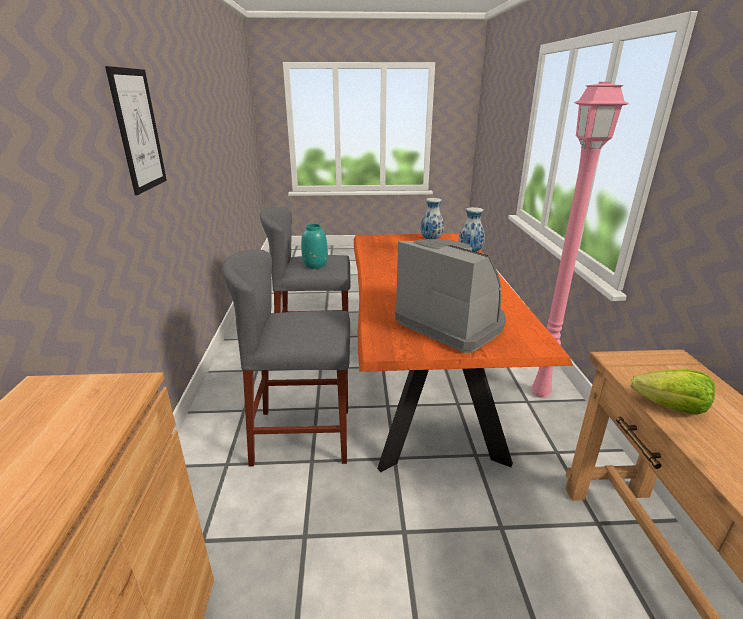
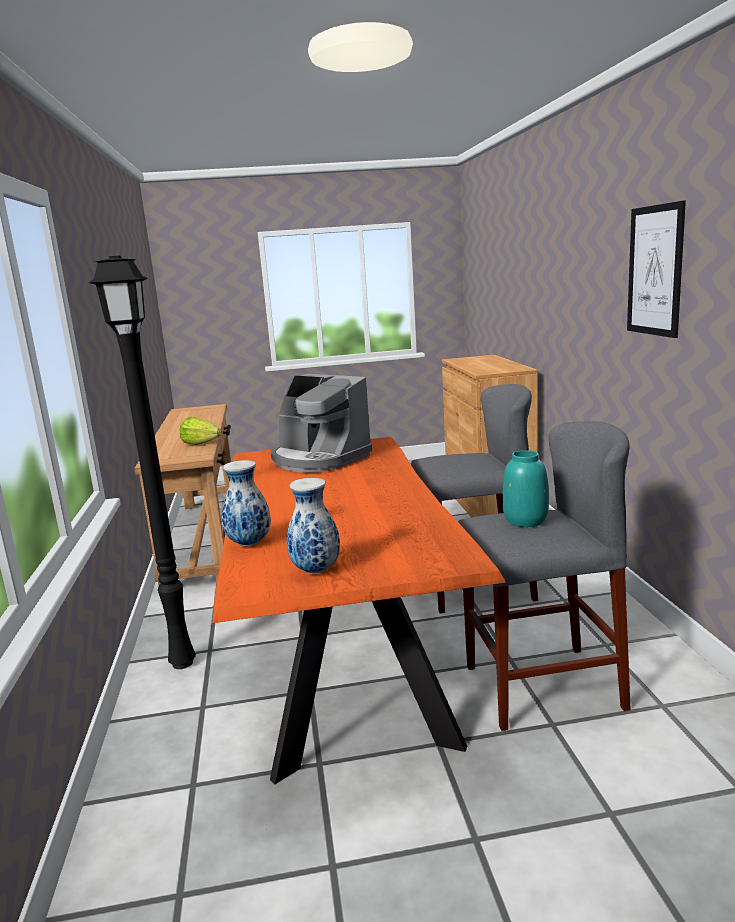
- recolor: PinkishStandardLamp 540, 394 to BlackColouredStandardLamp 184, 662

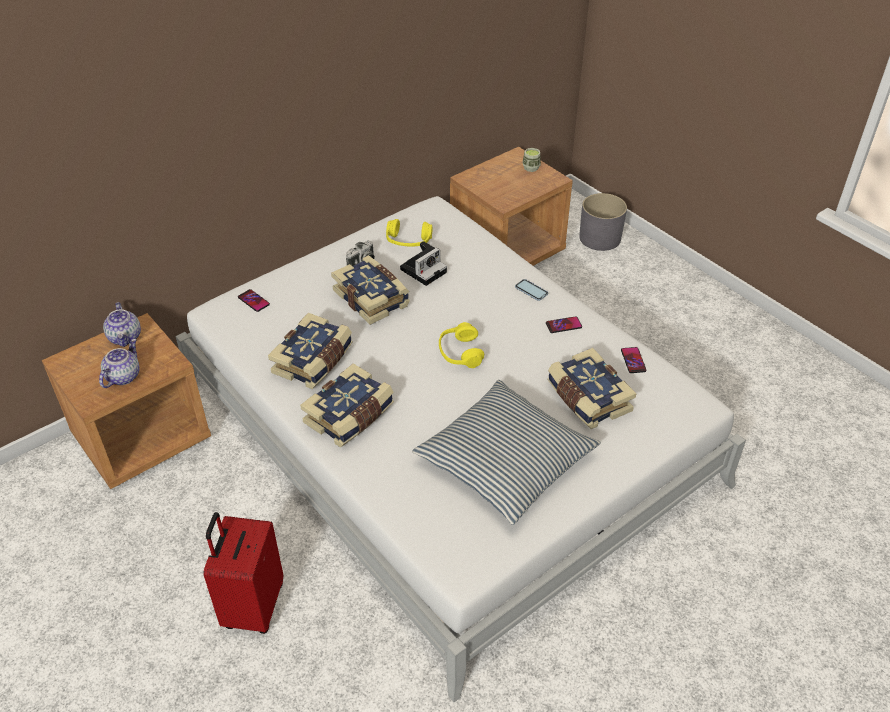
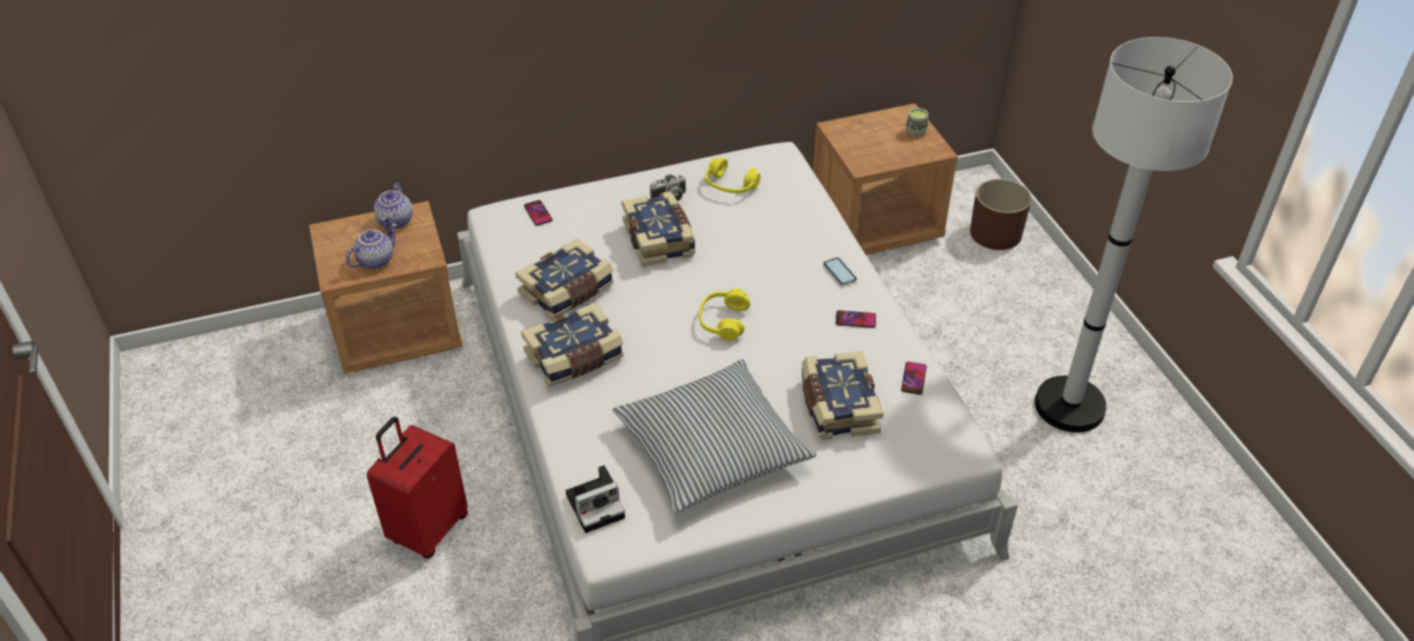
- recolor: GrayPlanter 600, 238 to BrownPlanter 996, 233
- move: PhotoCamera 424, 269 to 597, 504
- insert: WhiteStandardLamp 1069, 406

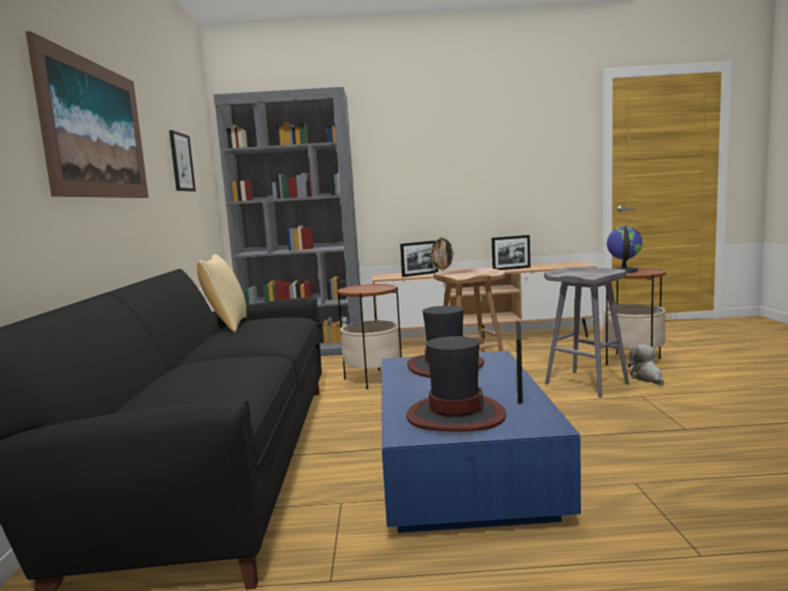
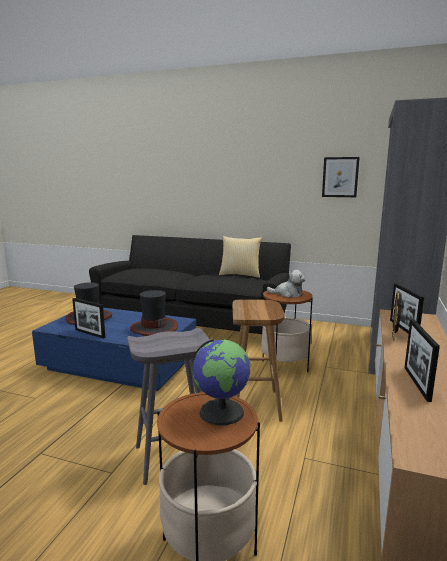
- delete: WallArt 96, 130
- move: PlushToy 647, 378 to 288, 294

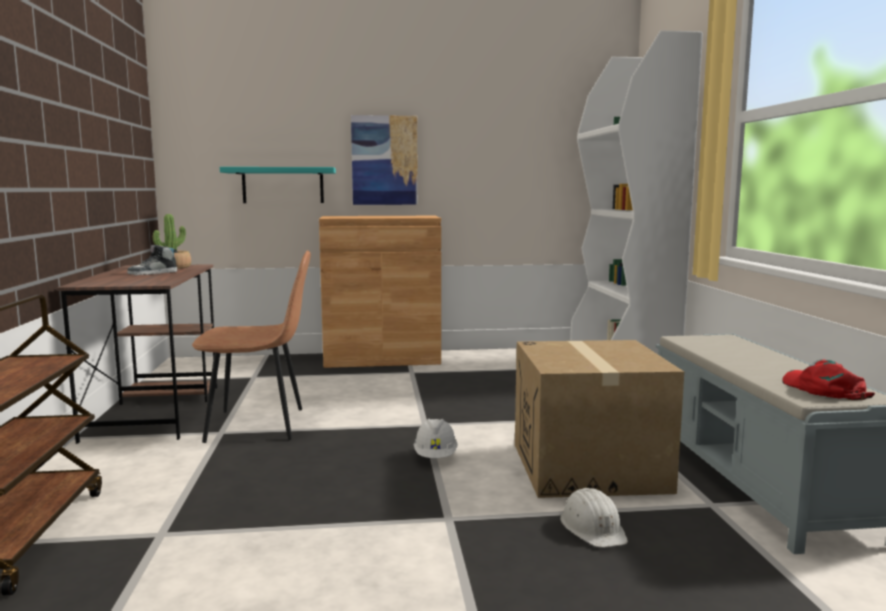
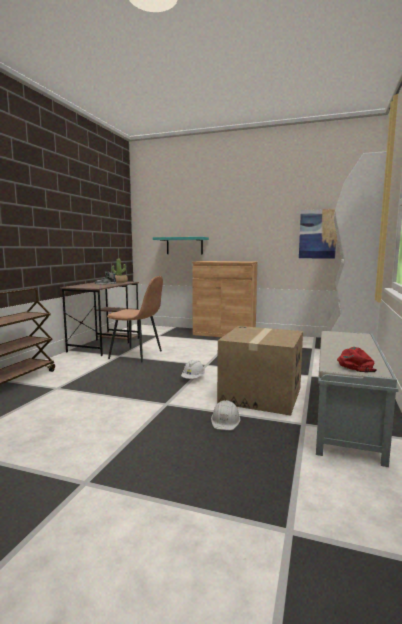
- move: WallArt 384, 160 to 318, 234

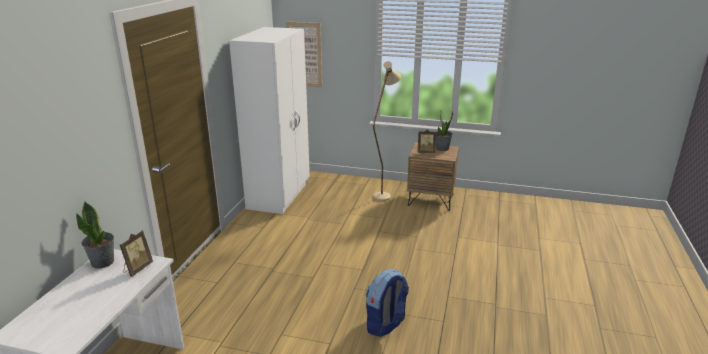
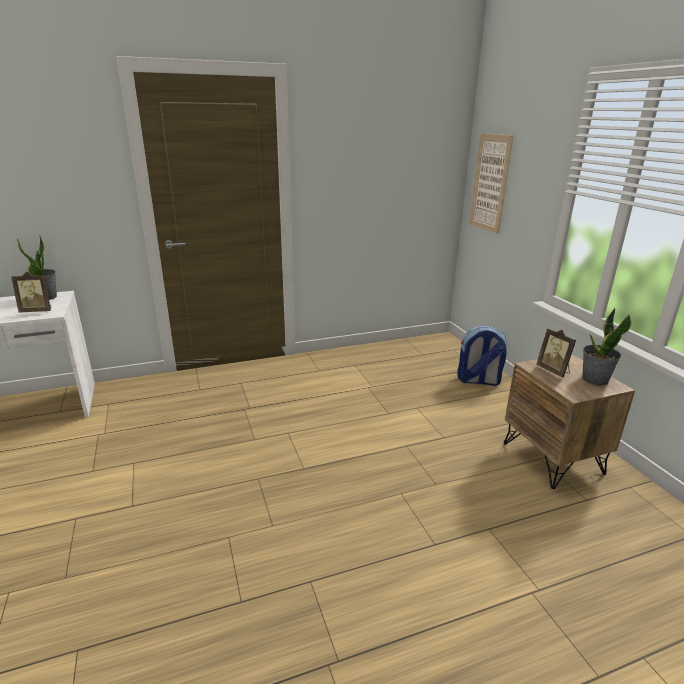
- delete: WhiteArmoire 280, 195
- delete: SandColouredStandardLamp 383, 194
- move: Backpack 386, 325 to 478, 380

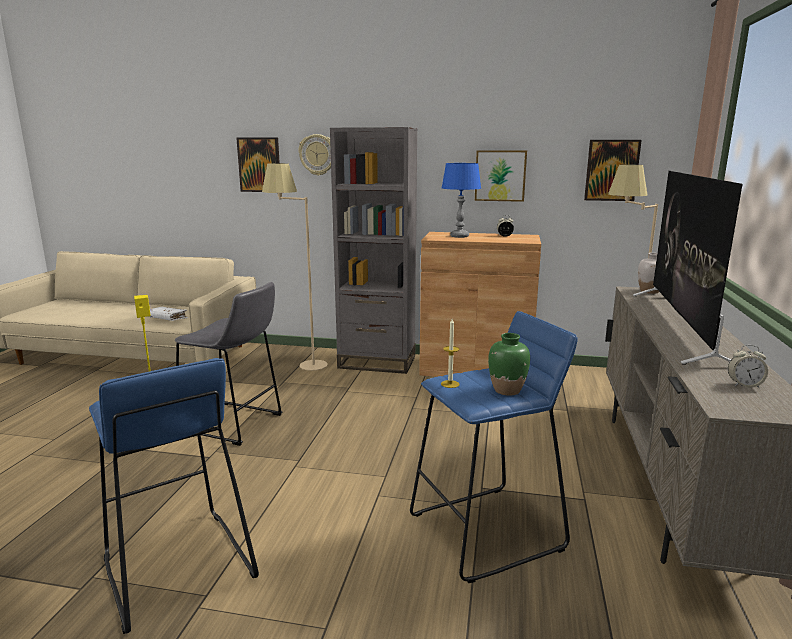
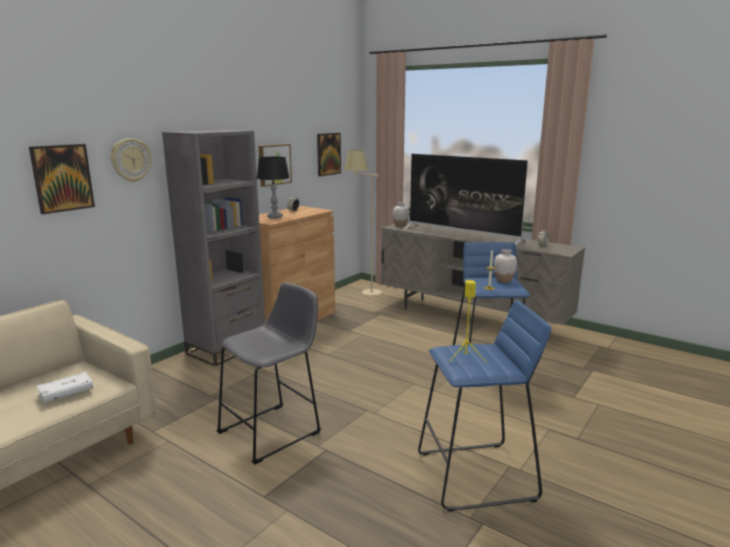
- delete: SandColouredStandardLamp 301, 367
- recolor: BlueLampForATable 459, 236 to BlackColouredLampForATable 275, 217
- recolor: GreenColouredVase 507, 390 to WhiteVase 504, 280

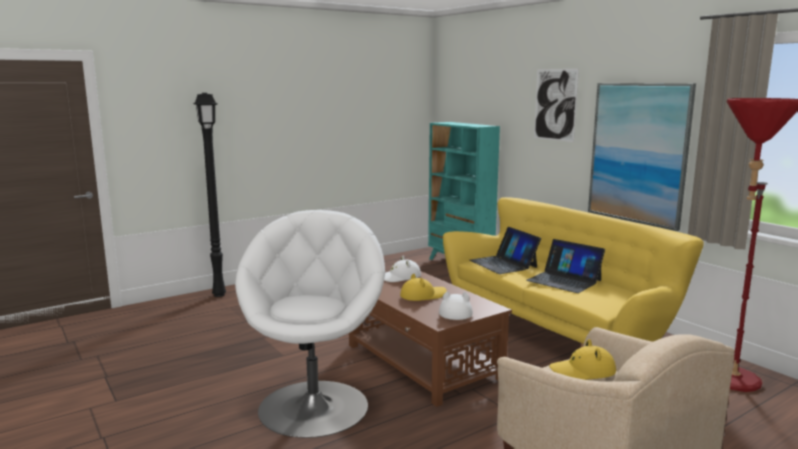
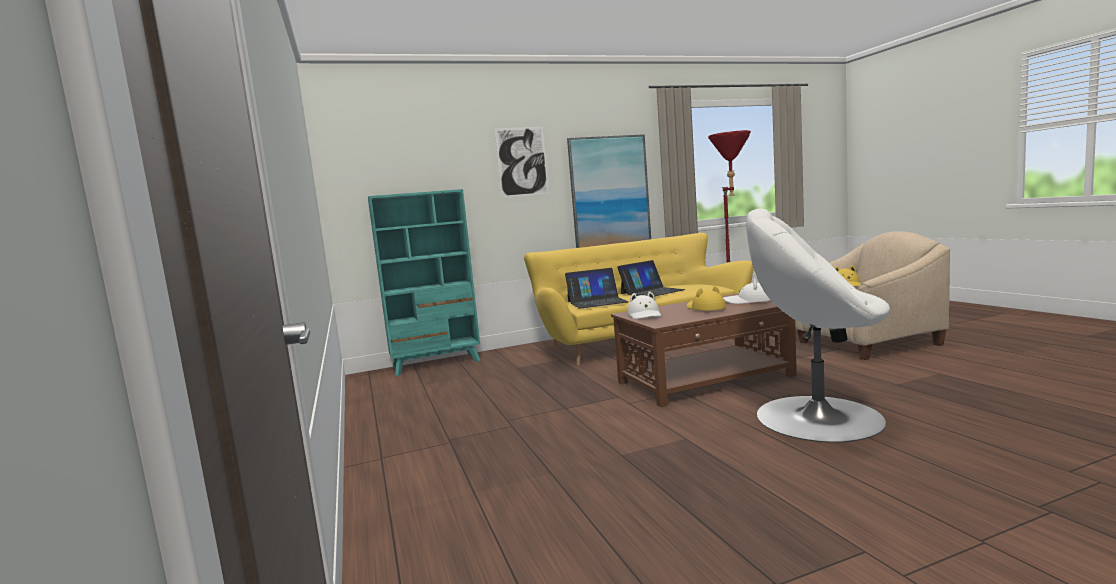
- delete: BlackColouredStandardLamp 220, 295

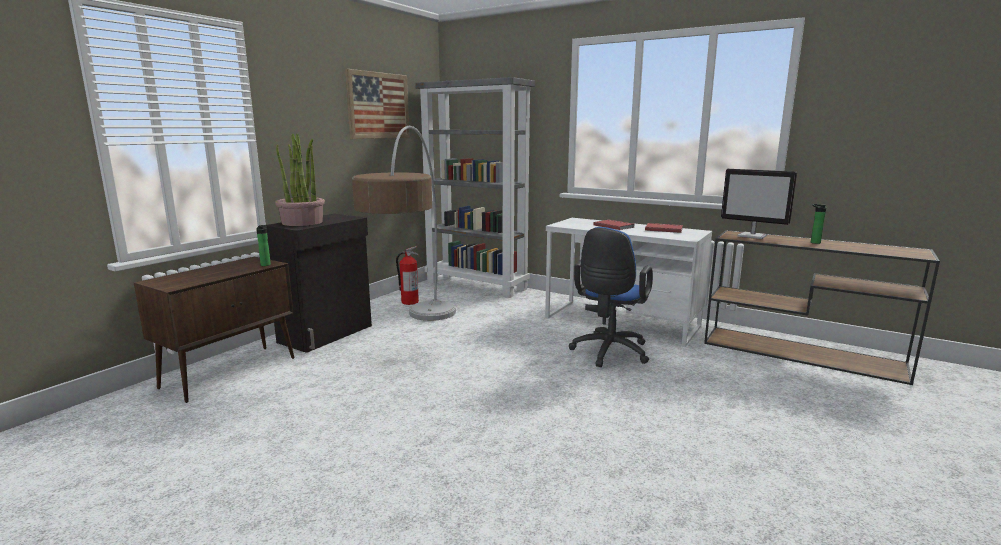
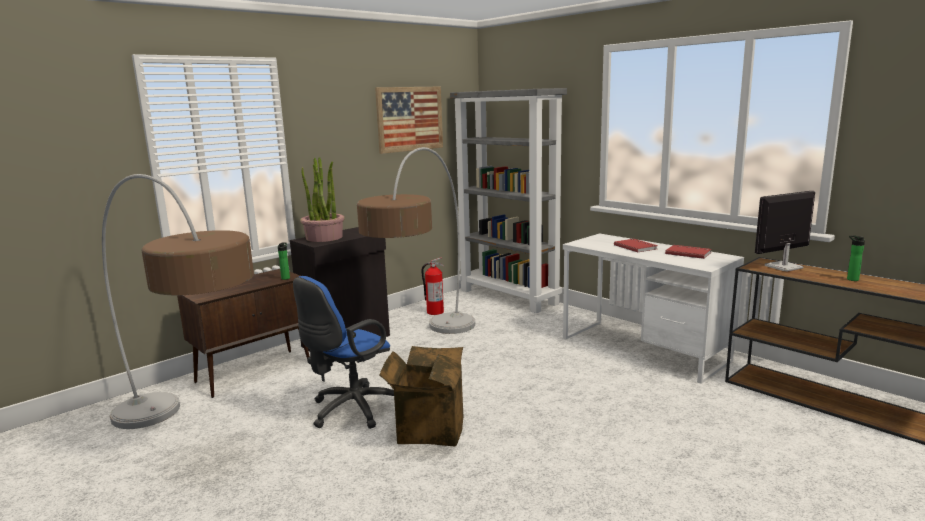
- rotate: ComputerDisplay 752, 236 = 783, 267 105 degrees clockwise
- move: BlueOfficeChair 608, 353 to 350, 410
- insert: StandardLamp 192, 439
- insert: PackingBox 428, 429

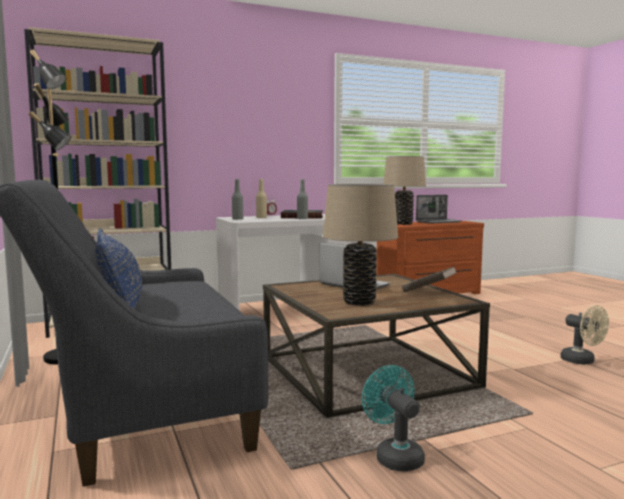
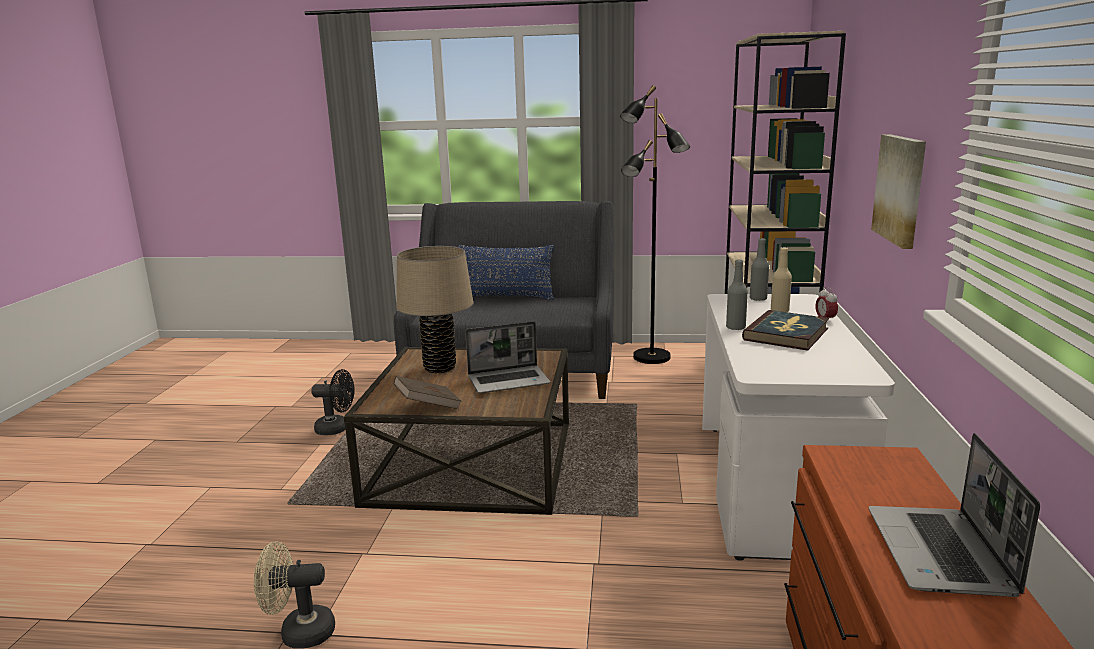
- delete: SandColouredLampForATable 403, 224
- recolor: TurquoiseFan 394, 456 to BlackColouredFan 337, 429
- insert: WallArt 901, 189

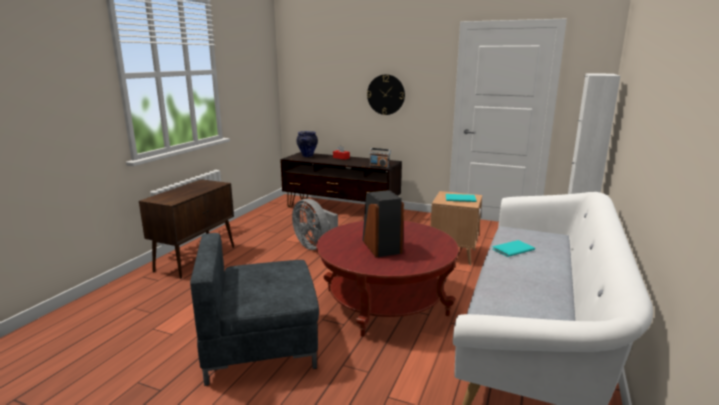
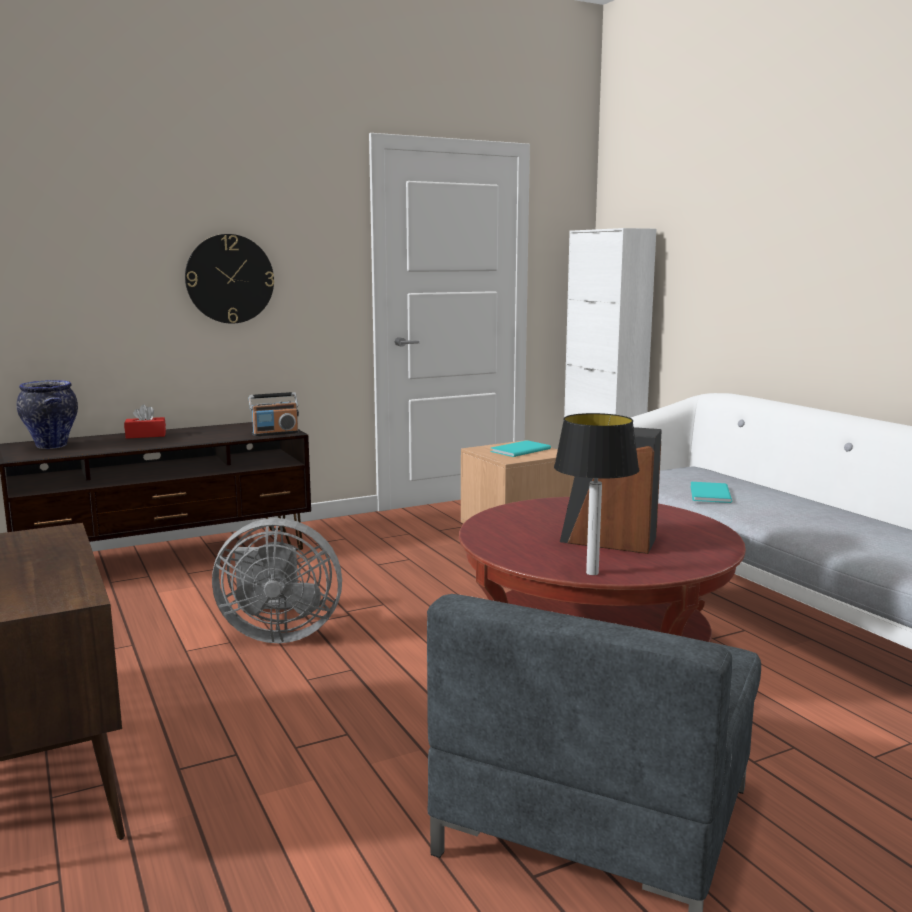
- insert: LampForATable 593, 573

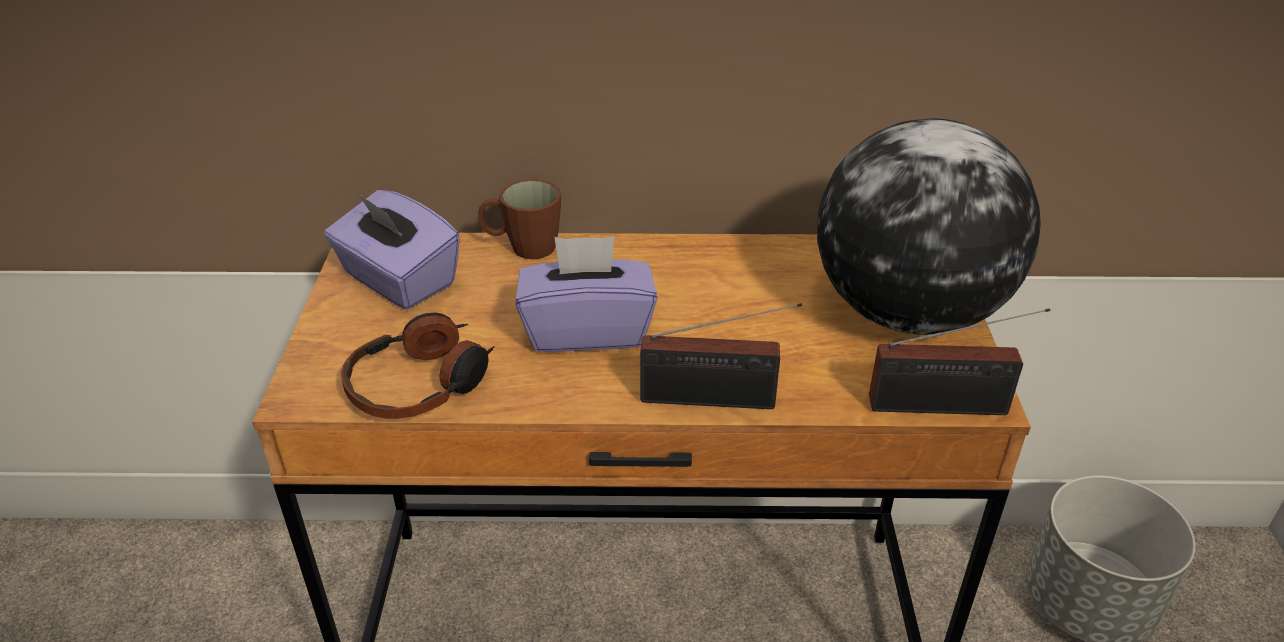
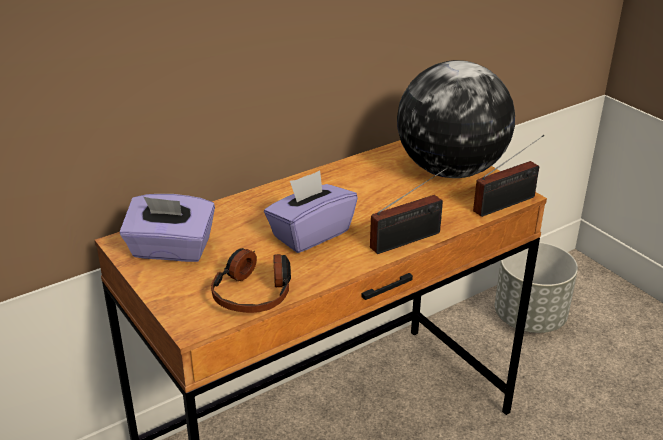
- delete: BrownCoffeeMug 523, 247

